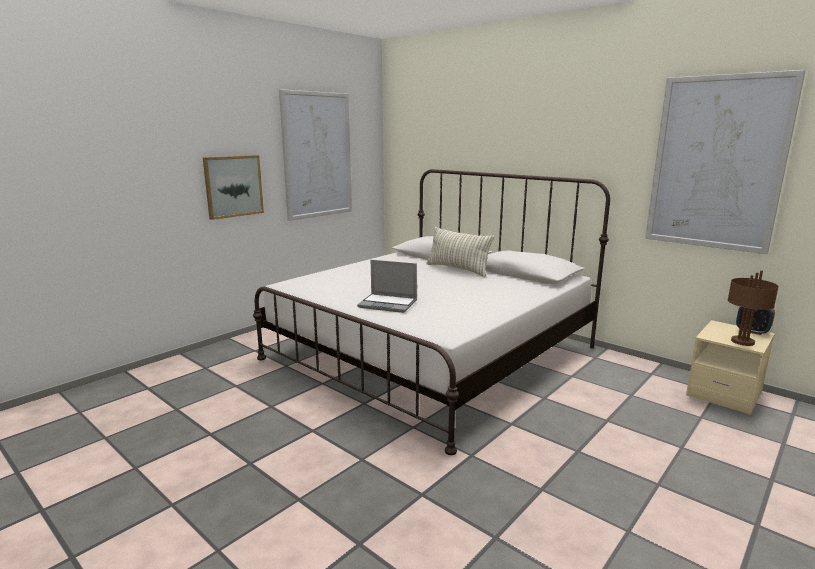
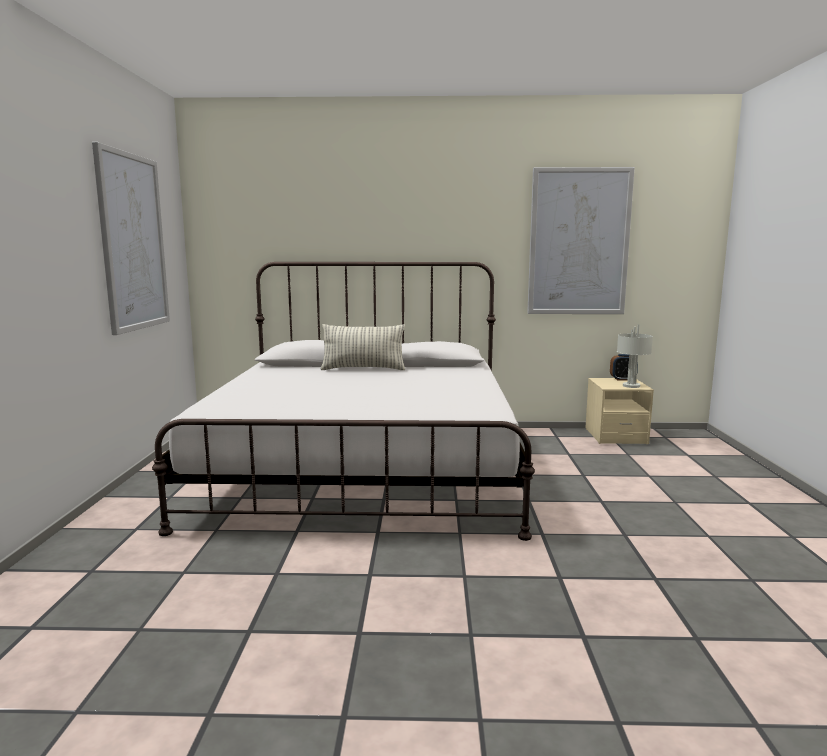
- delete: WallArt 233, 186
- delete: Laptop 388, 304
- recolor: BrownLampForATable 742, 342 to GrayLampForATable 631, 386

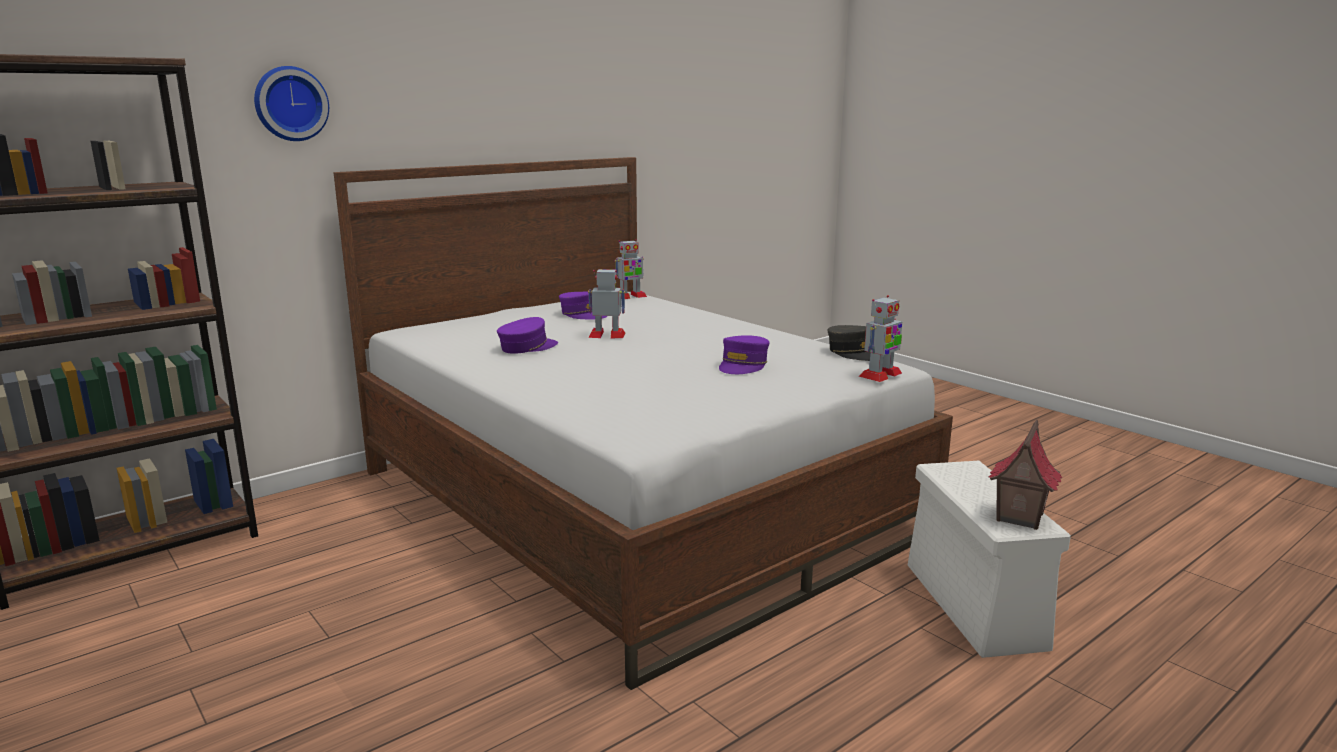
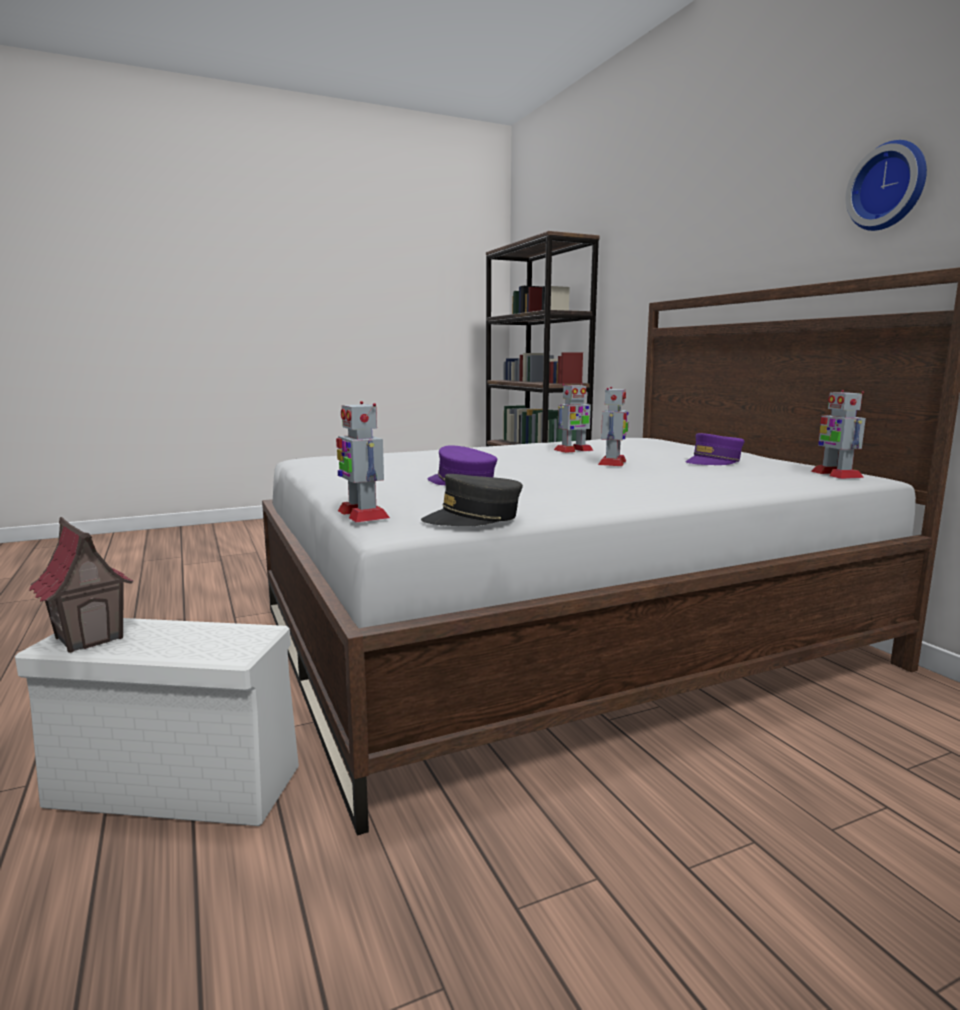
- move: ClockOnTheWall 290, 104 to 889, 187
- replace: PurpleCap 527, 347 to ModelRobot 573, 450

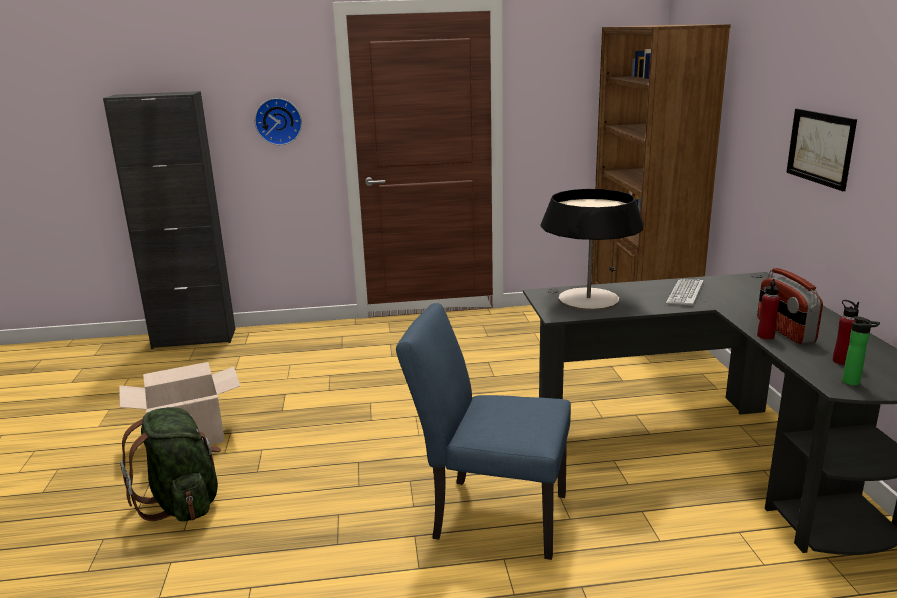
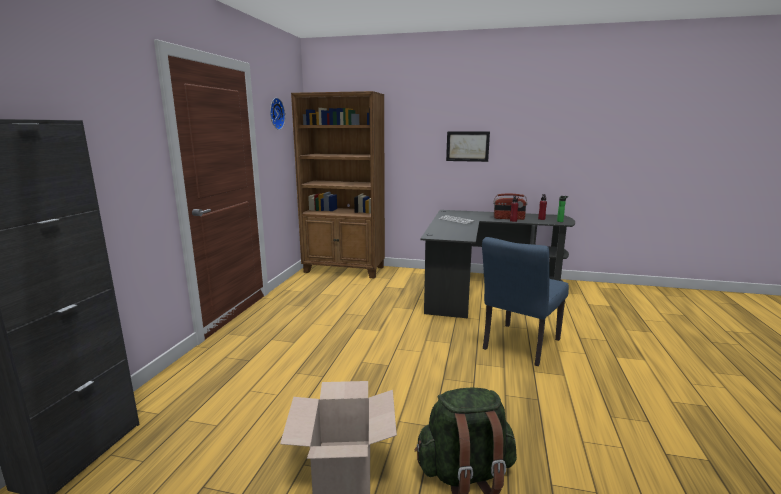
- move: ClockOnTheWall 278, 121 to 275, 113
- delete: LampForATable 588, 299

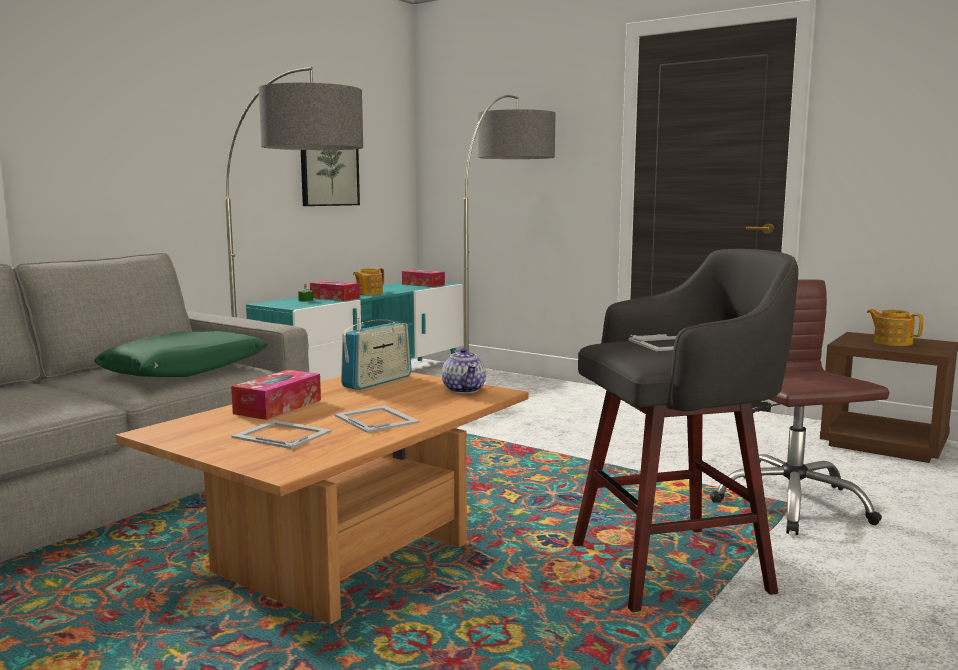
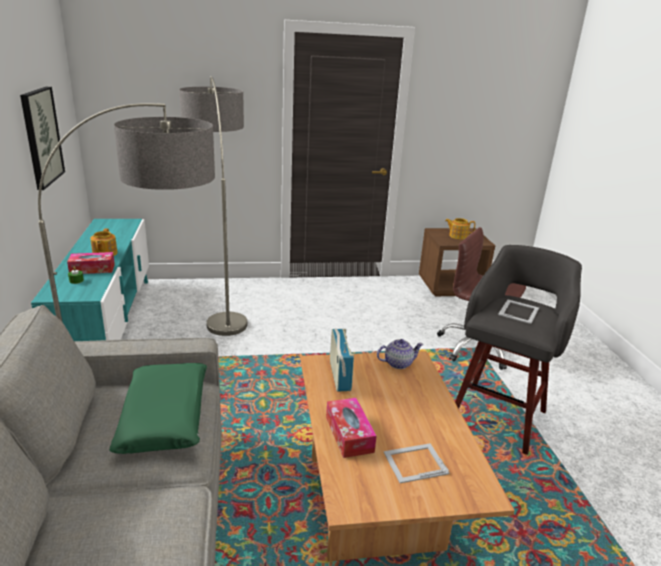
- delete: BoxOfTissues 423, 284
- rotate: PotForTea 464, 390 = 398, 363 45 degrees counterclockwise
- delete: PictureFrame 376, 418

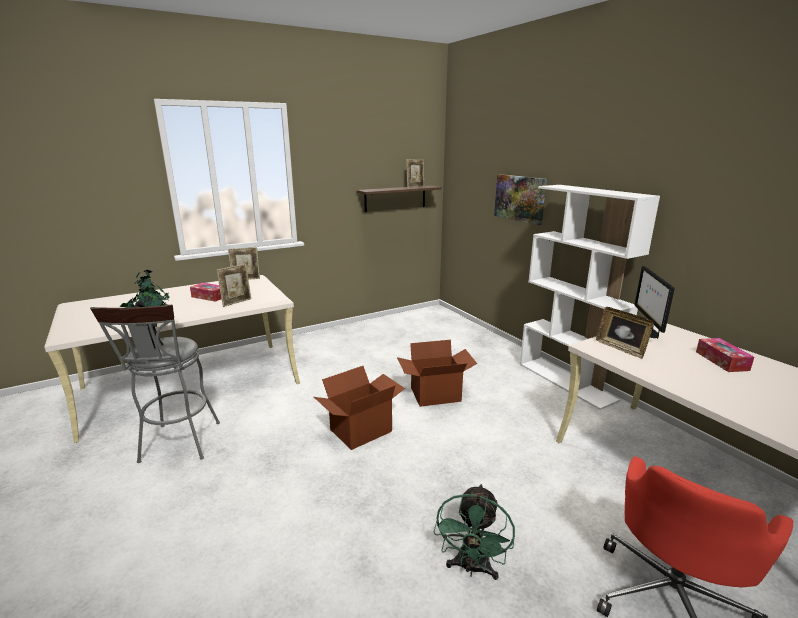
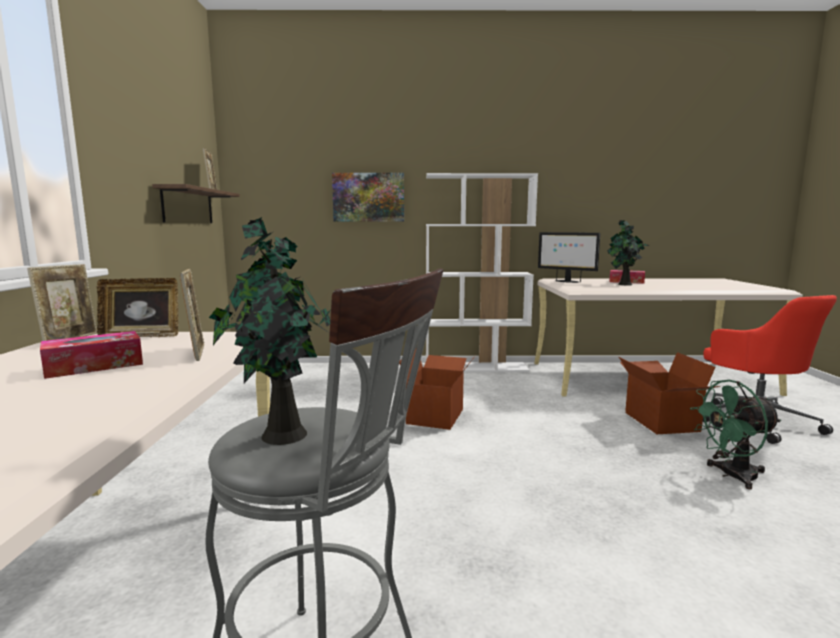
- move: PictureFrame 621, 348 to 142, 335
- move: PackingBox 360, 430 to 660, 421
- rotate: GreenColouredFan 472, 568 = 731, 475 120 degrees clockwise
- insert: Houseplant 623, 284

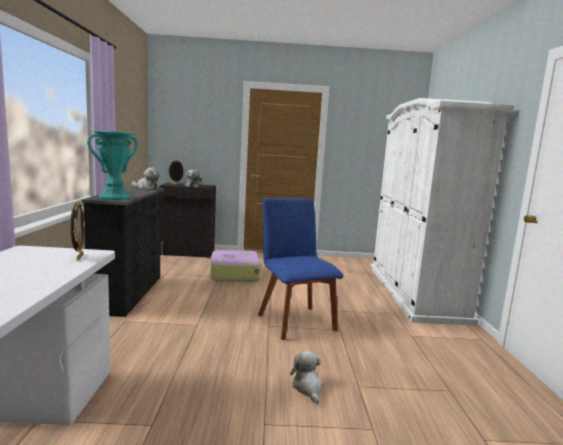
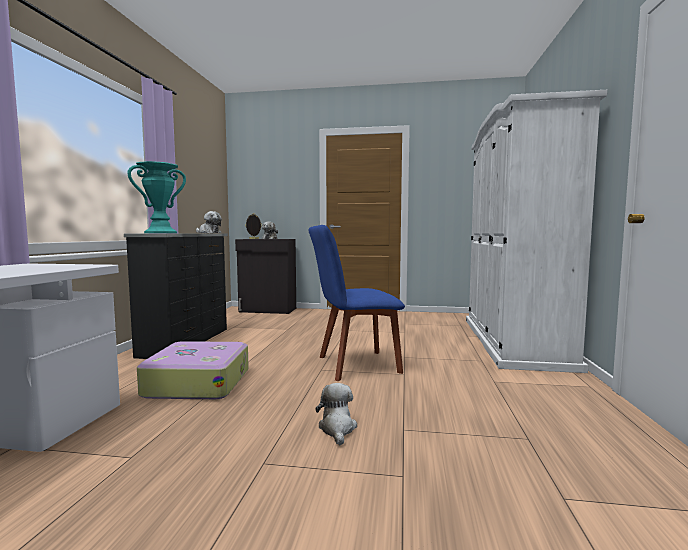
- rotate: BluePlainChair 295, 320 = 354, 365 90 degrees counterclockwise
- delete: PictureFrame 79, 257
- move: PieceOfLuggage 234, 273 to 198, 382

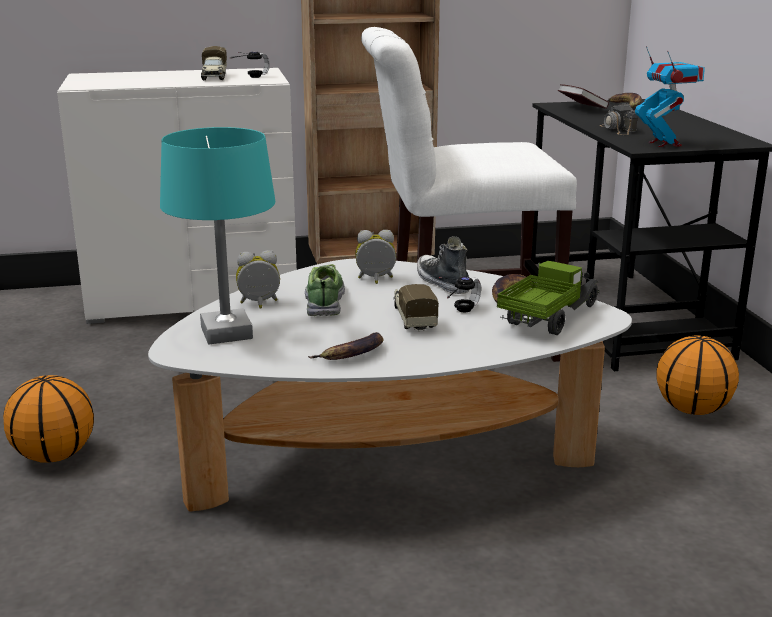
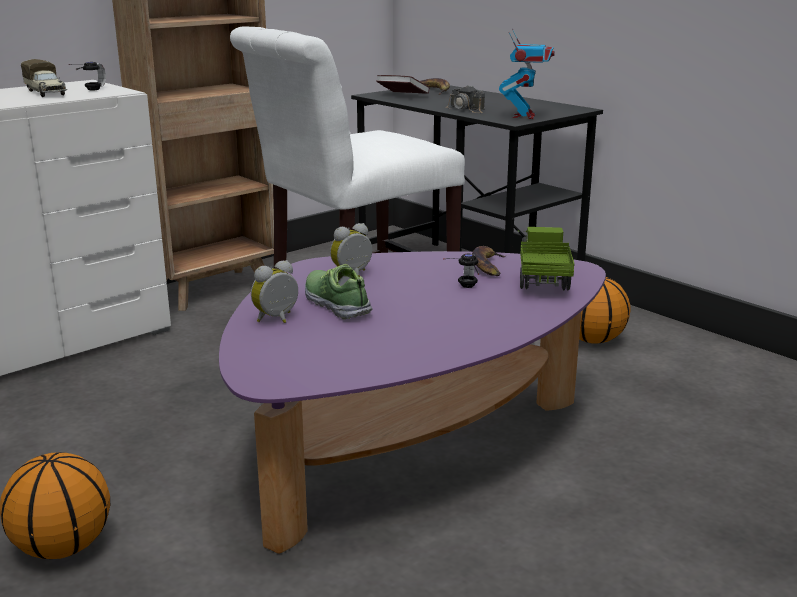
- rotate: ModelRobot 664, 144 = 524, 116 60 degrees clockwise
- delete: TurquoiseLampForATable 227, 333
- delete: LowShoe 441, 282
- recolor: WhiteCoffeeTable 387, 458 to PurpleCoffeeTable 407, 445
- delete: ToyTruck 413, 318
- delete: Banana 352, 354

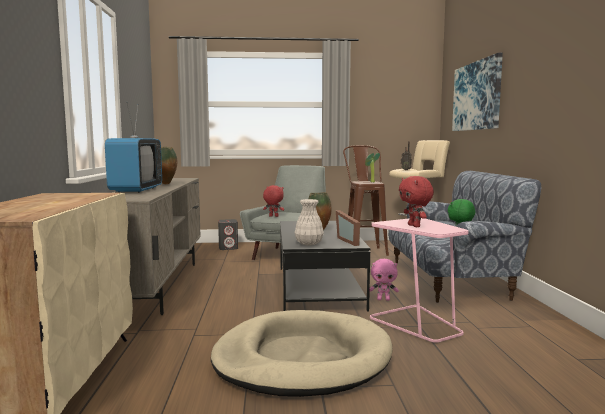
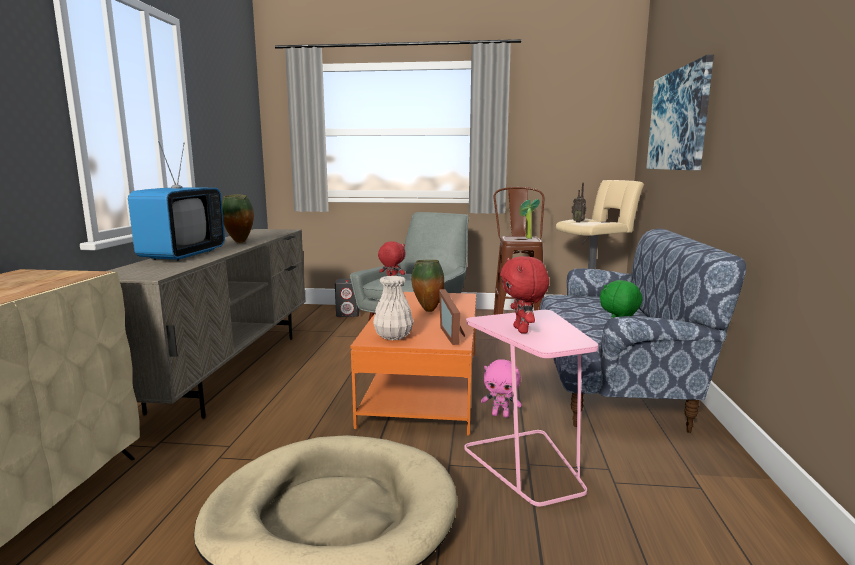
- recolor: BlackColouredCoffeeTable 318, 287 to OrangeyCoffeeTable 424, 386

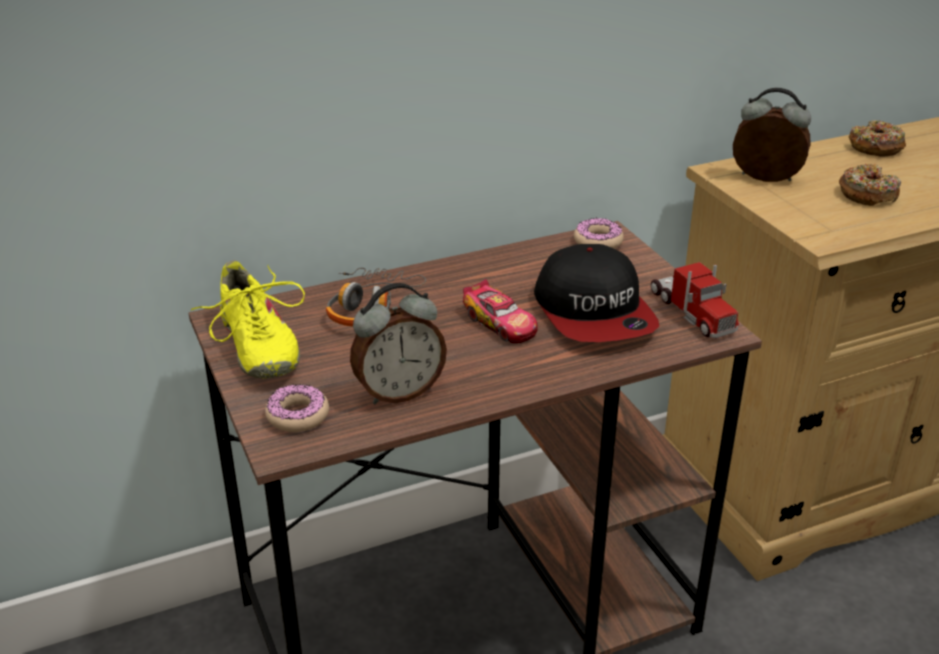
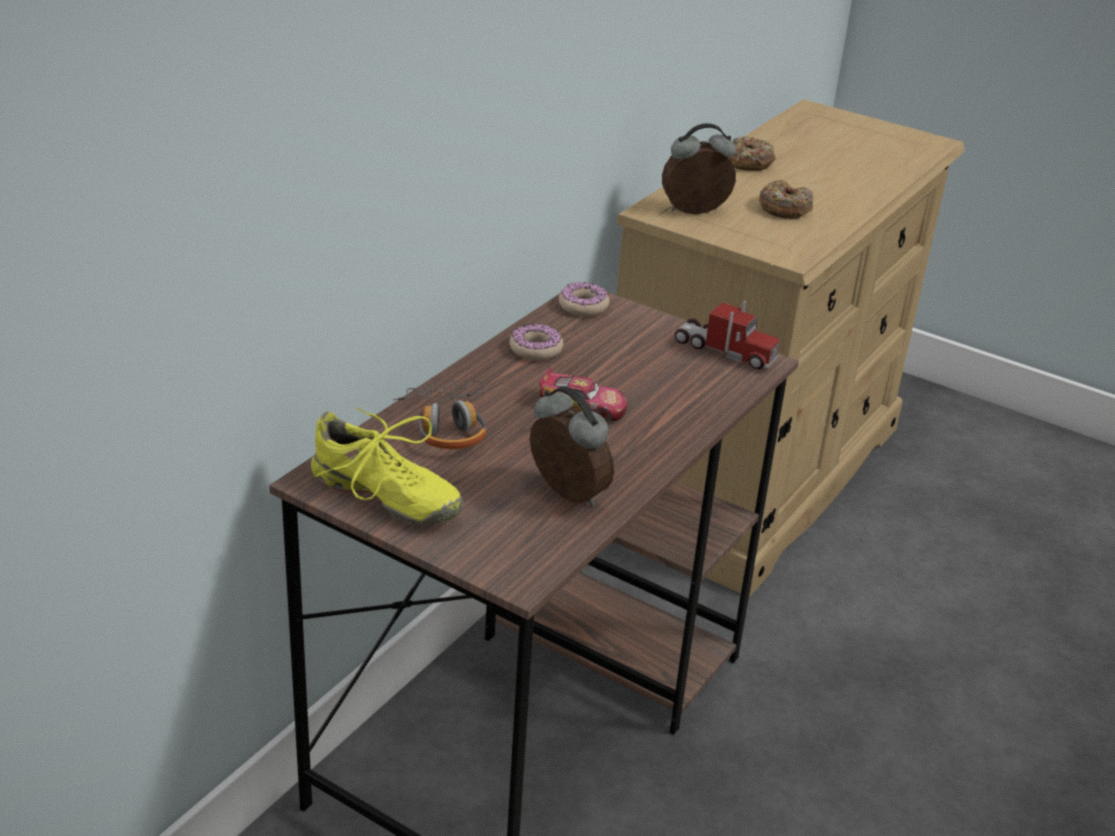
- delete: Cap 594, 312
- rotate: AlarmClock 399, 392 = 565, 495 75 degrees counterclockwise
- move: RingDoughnut 298, 416 to 536, 349

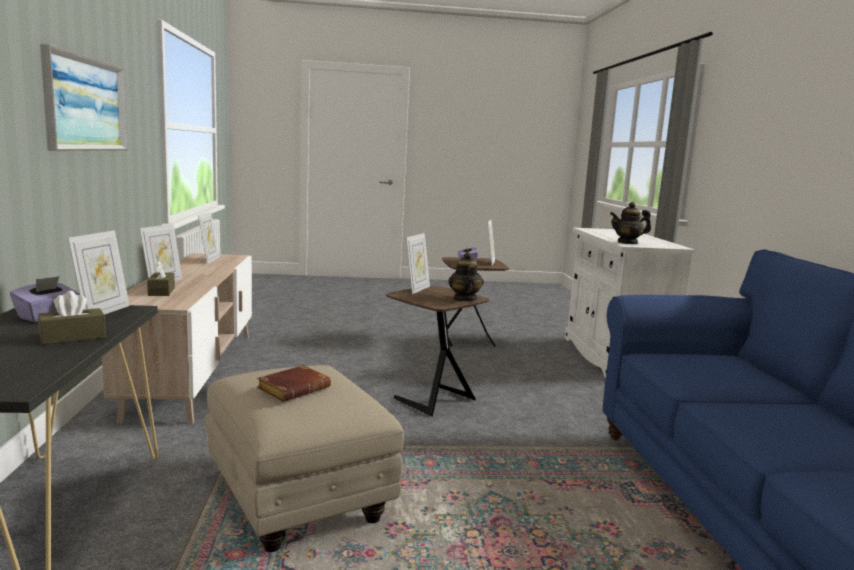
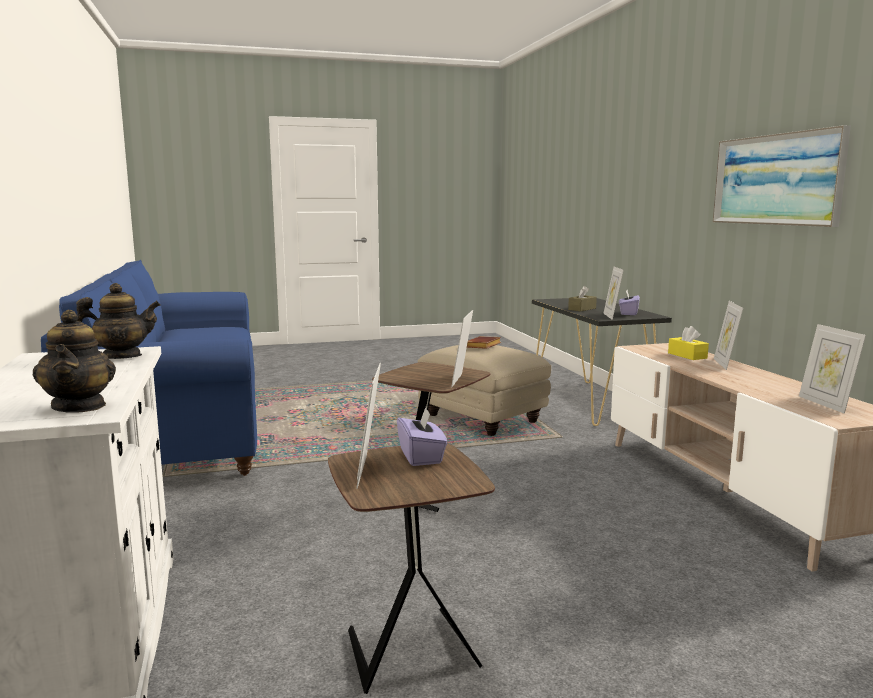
- move: PotForTea 464, 299 to 80, 406
- recolor: BrownBoxOfTissues 161, 291 to YellowColouredBoxOfTissues 687, 355

